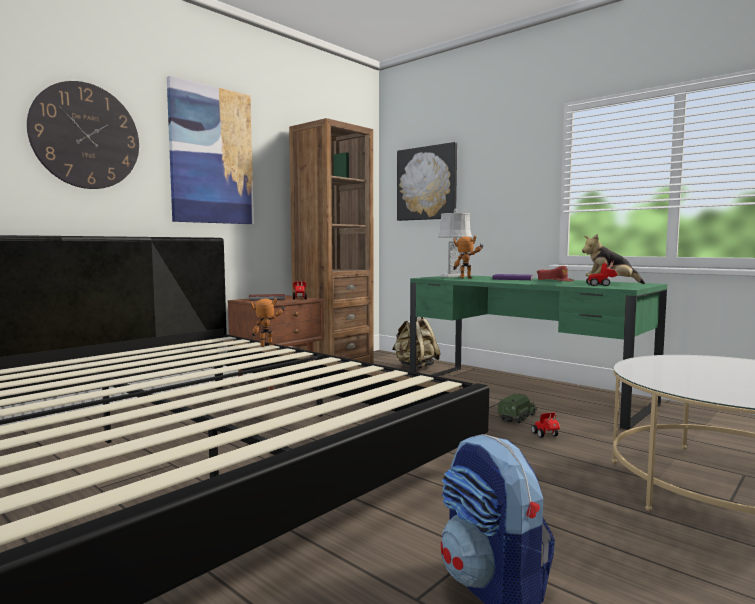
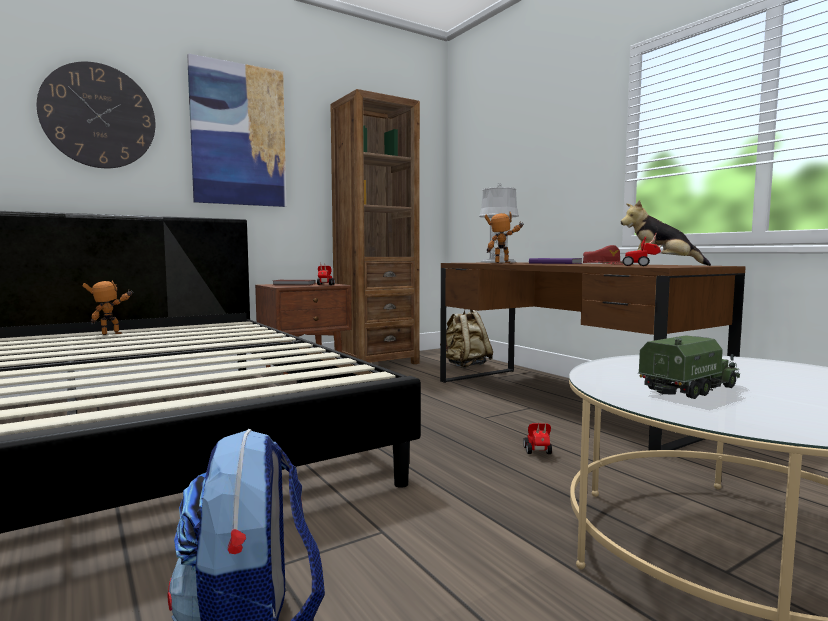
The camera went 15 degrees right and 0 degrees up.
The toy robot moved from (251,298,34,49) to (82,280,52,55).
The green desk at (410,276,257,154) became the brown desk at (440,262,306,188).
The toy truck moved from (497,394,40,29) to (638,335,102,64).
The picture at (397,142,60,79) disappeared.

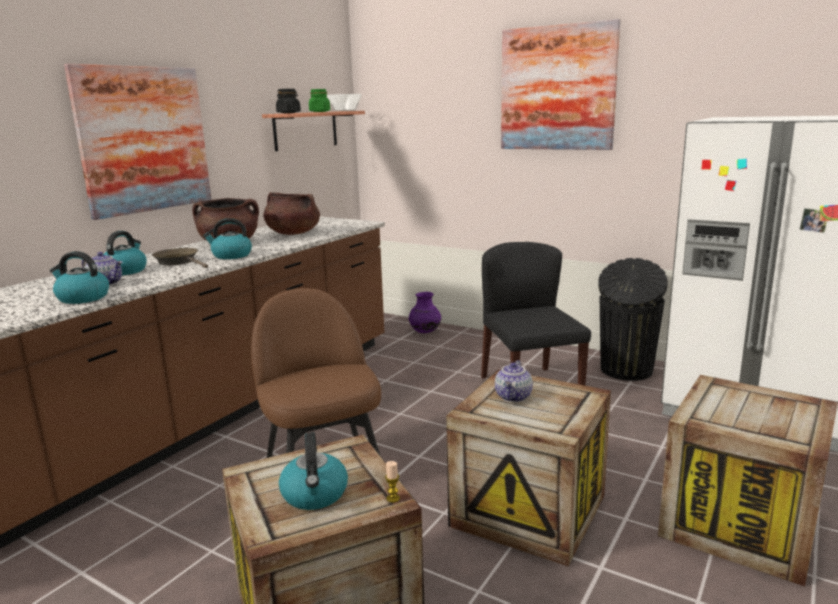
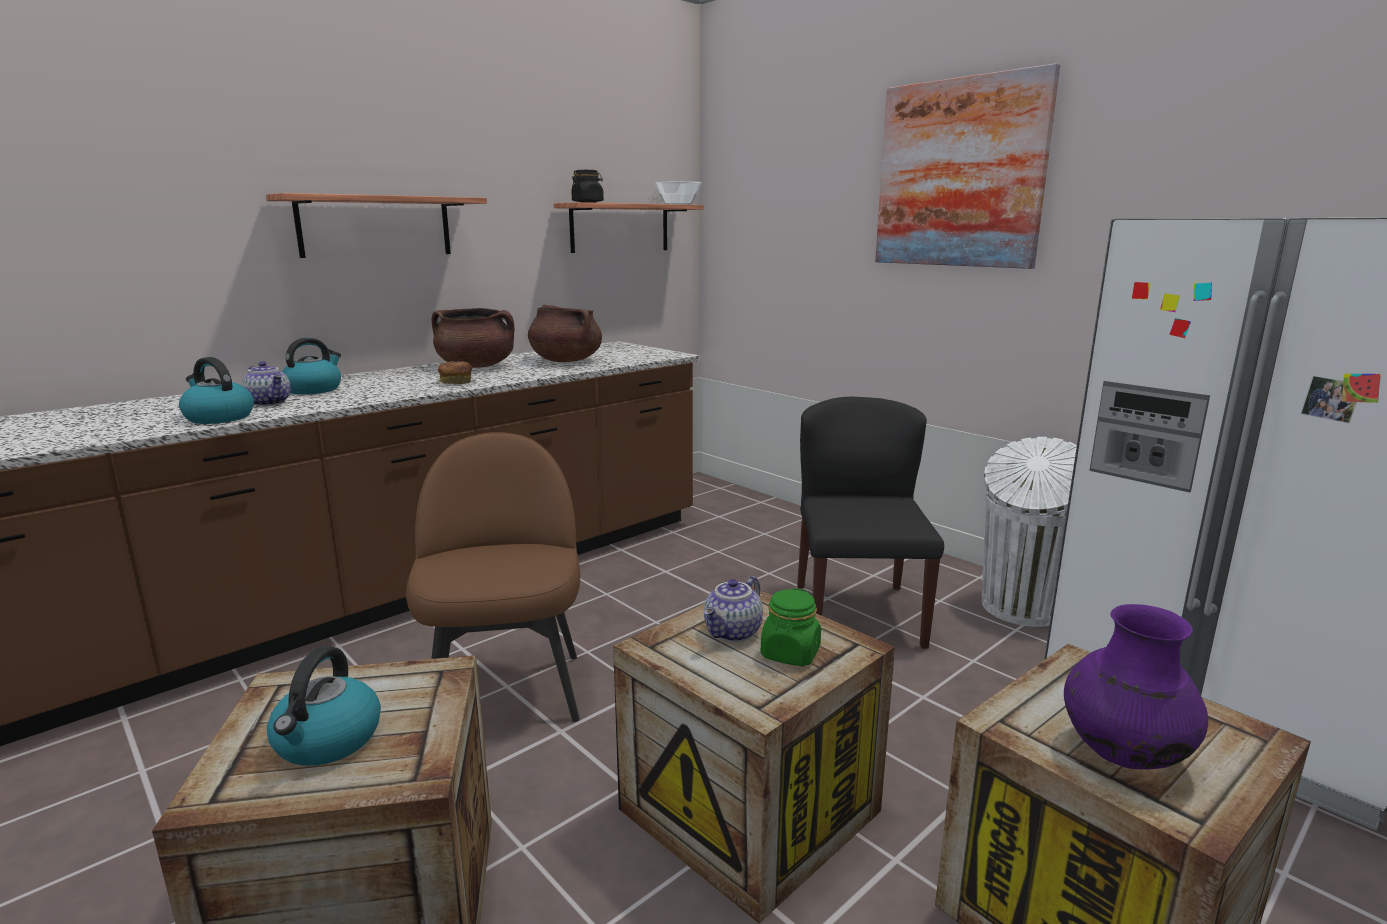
The camera went 15 degrees right and 0 degrees up.
The picture at (64,64,148,156) was replaced by the shelf at (266,193,221,65).
The kettle at (203,218,49,41) was replaced by the bread at (438,361,34,23).
The green jar moved from (309,89,21,23) to (761,588,60,78).
The black trash can at (598,258,69,123) became the white trash can at (982,437,95,190).
The purple vase moved from (409,292,32,41) to (1064,604,144,166).
The brown frying pan at (152,248,56,20) disappeared.
The candle at (385,461,15,42) disappeared.

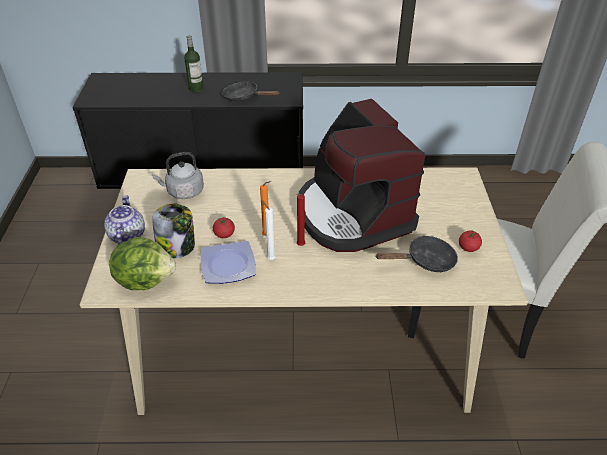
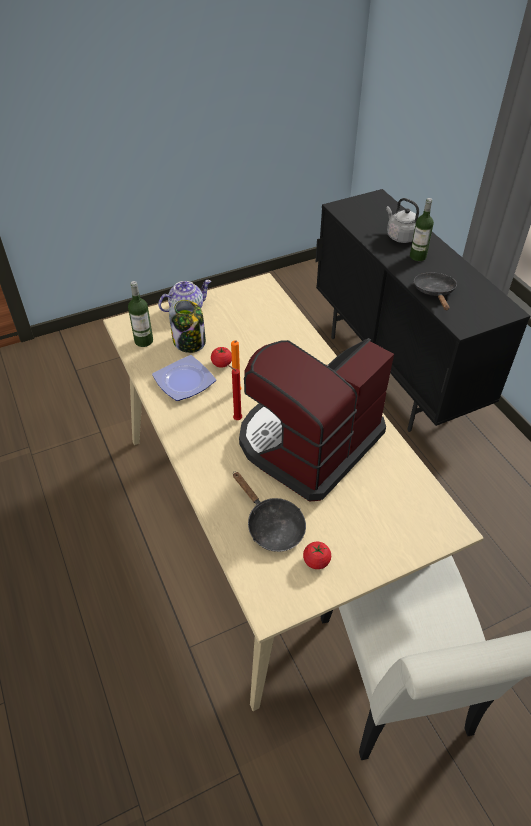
The camera went 65 degrees right and 5 degrees up.
The lettuce at (109,237,67,53) was replaced by the bottle at (128,281,25,66).
The grey kettle moved from (152,152,52,47) to (386,198,33,45).
The white candle at (263,201,13,59) disappeared.

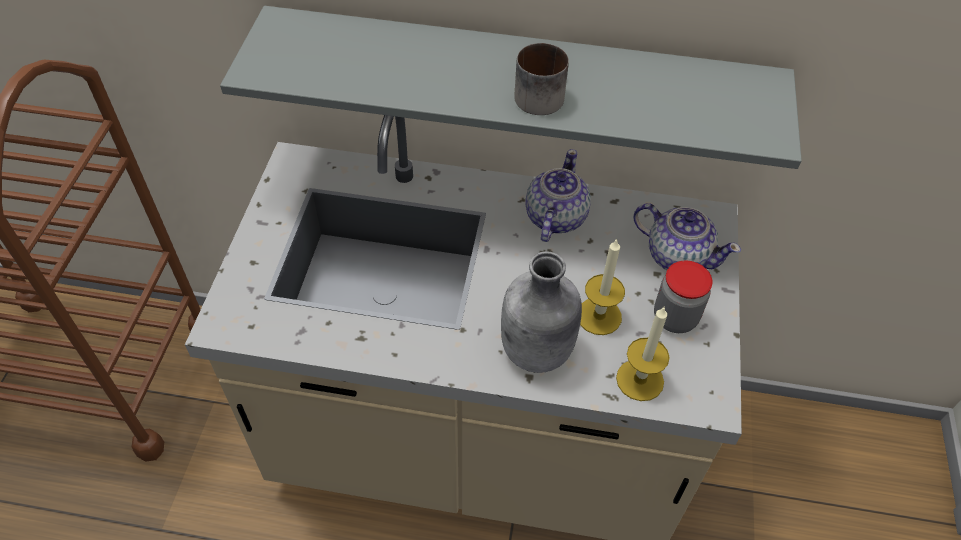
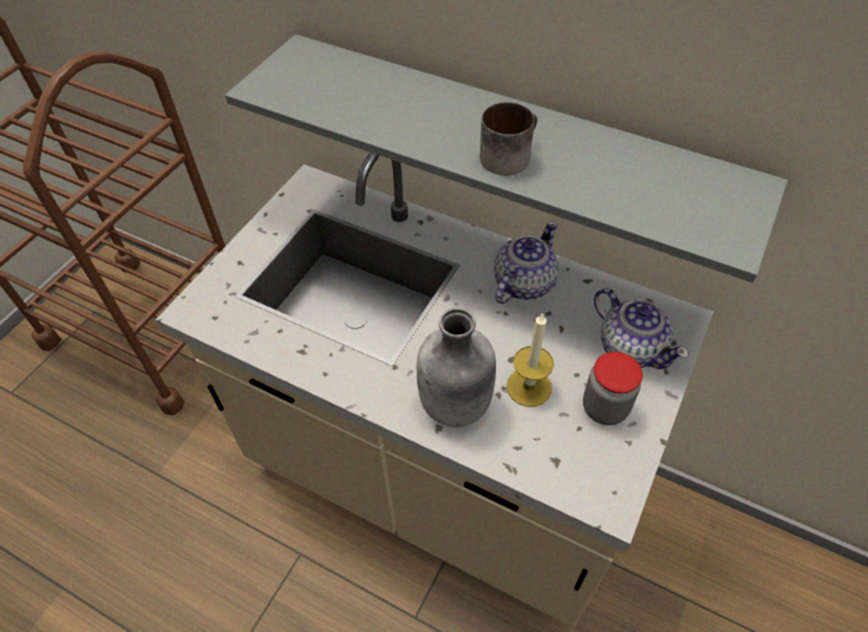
The camera went 20 degrees right and 0 degrees up.
The candle at (616,307,54,94) disappeared.

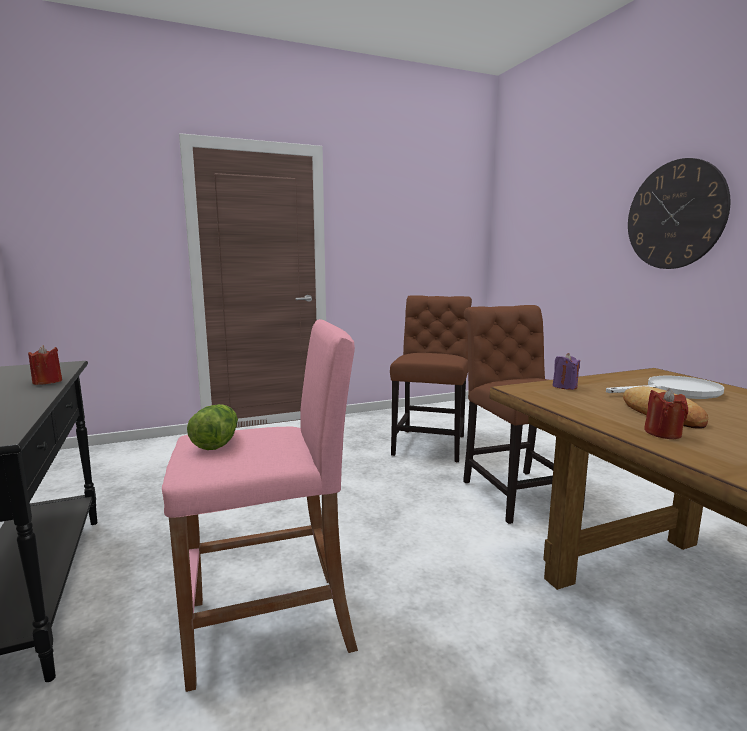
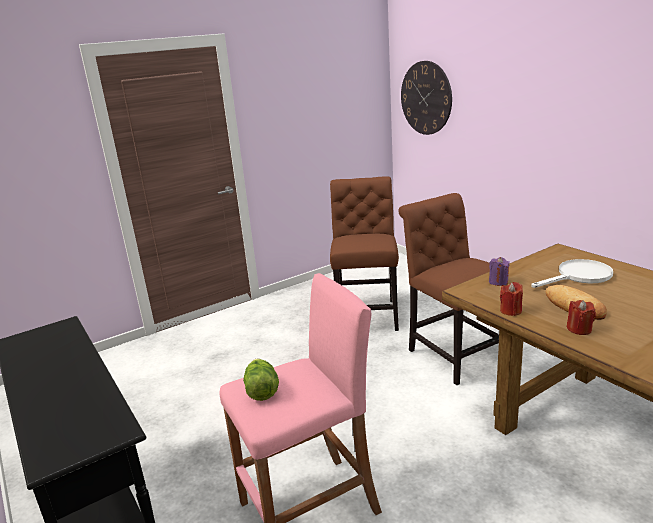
The camera went 10 degrees left and 10 degrees up.
The wall clock moved from (628,158,103,111) to (401,61,51,74).
The red candle moved from (28,345,34,40) to (500,282,23,34).

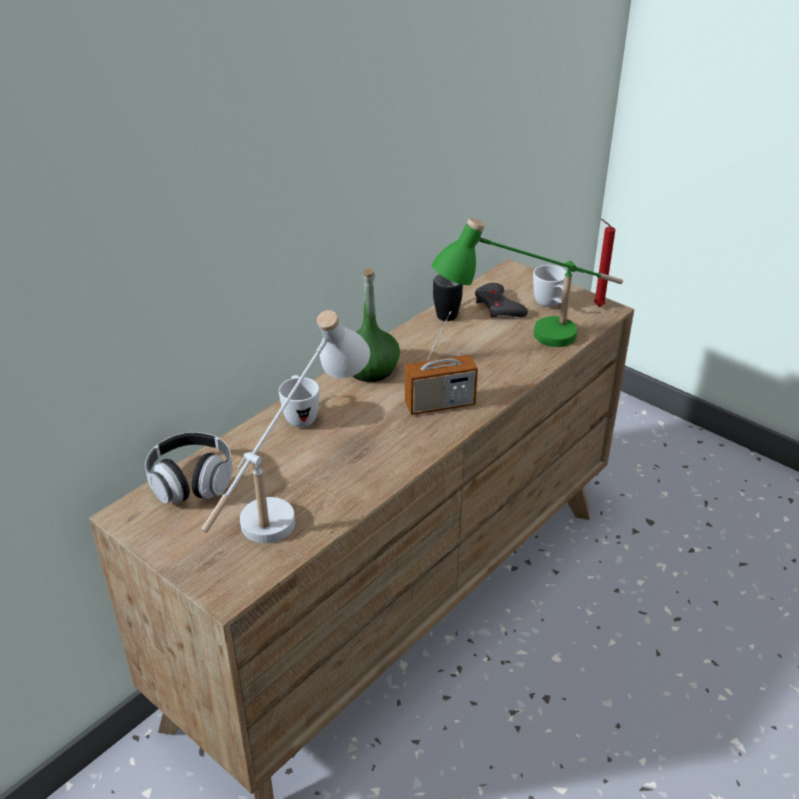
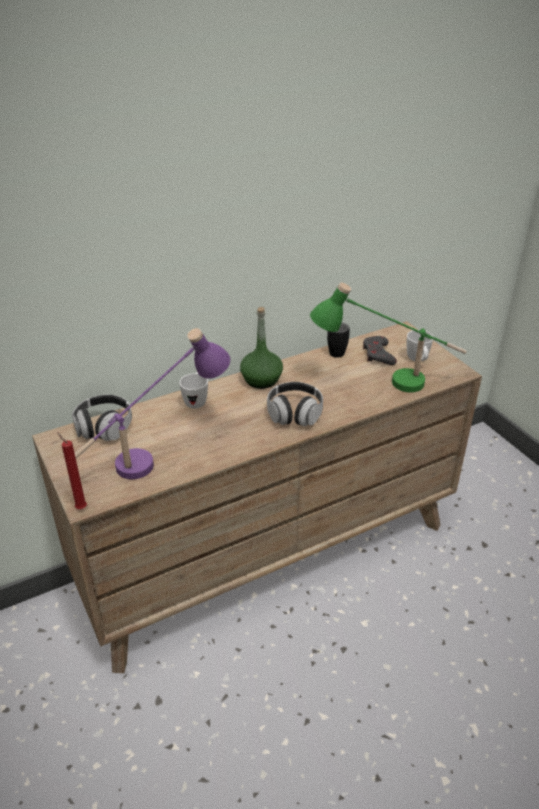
The camera went 20 degrees right and 0 degrees up.
The red candle moved from (594,219,21,88) to (57,432,30,77).
The white table lamp at (201,310,169,233) became the purple table lamp at (75,328,155,151).
The radio at (405,311,73,104) was replaced by the headphones at (267,382,56,44).

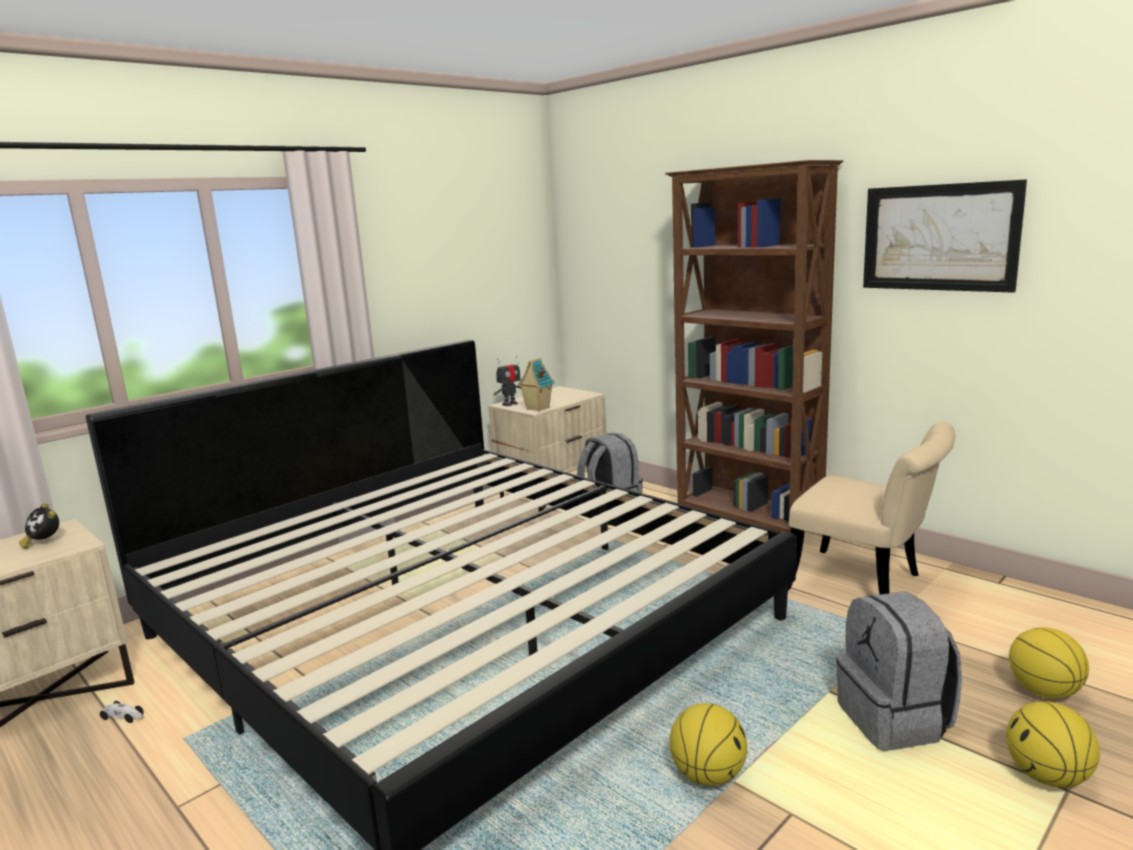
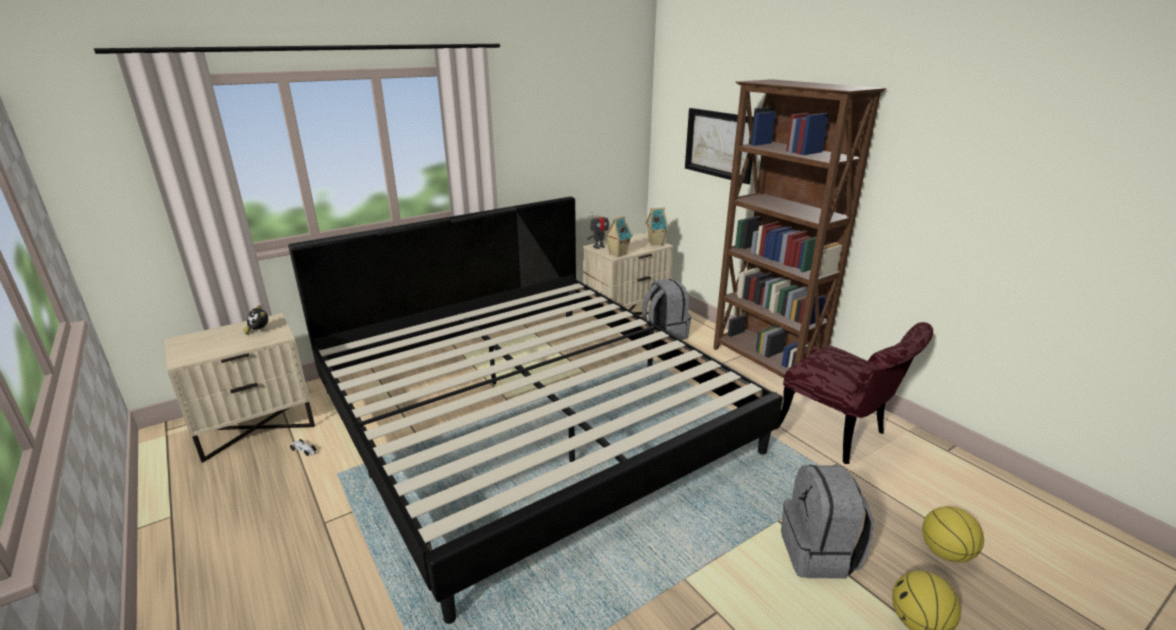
The camera went 10 degrees right and 10 degrees up.
The toy house at (646,208,22,38) appeared.
The picture moved from (863,179,164,114) to (685,108,69,76).
The beige chair at (788,422,167,173) became the red chair at (776,322,157,142).
The basketball at (669,703,78,83) disappeared.

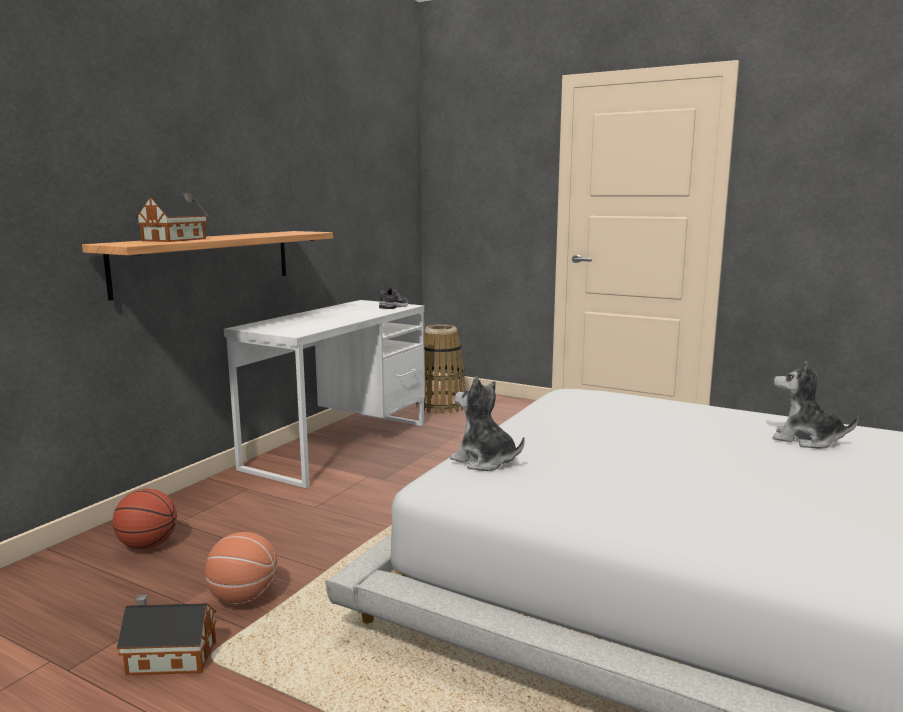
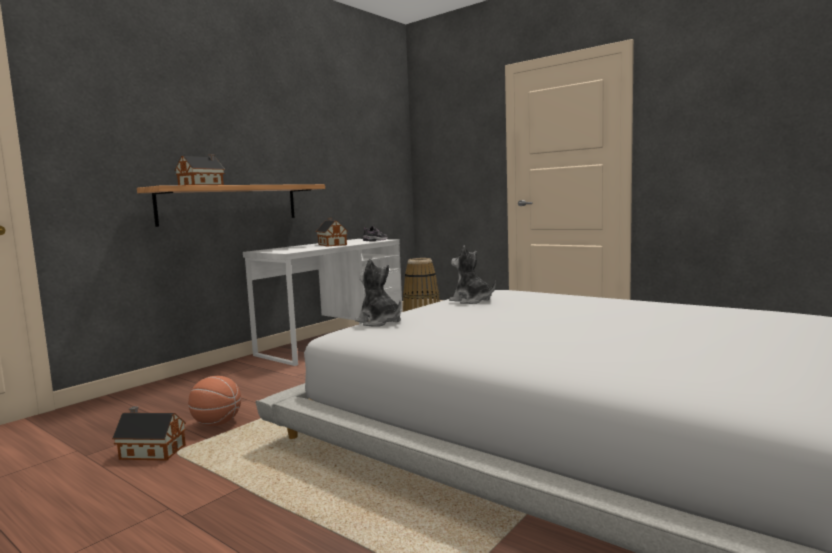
The camera went 10 degrees right and 5 degrees down.
The toy house at (316,218,32,29) appeared.
The plush toy moved from (772,361,87,88) to (449,246,47,58).
The basketball at (112,489,65,60) disappeared.

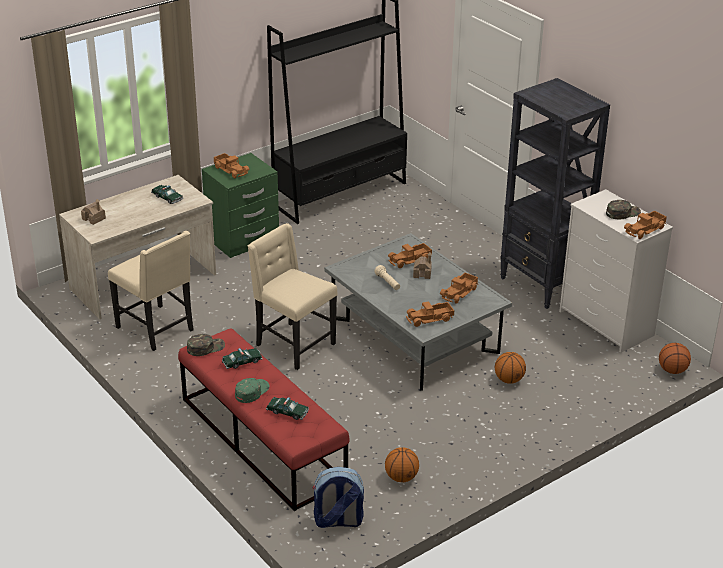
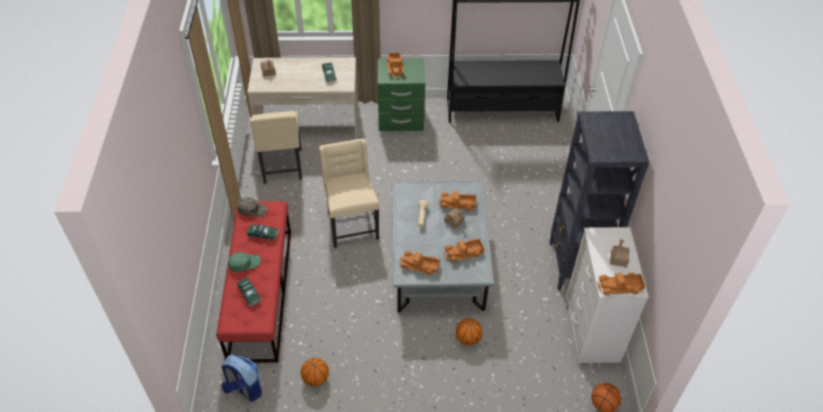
The camera went 35 degrees right and 15 degrees up.
The green cap at (606,200,35,20) was replaced by the toy house at (610,239,20,29).

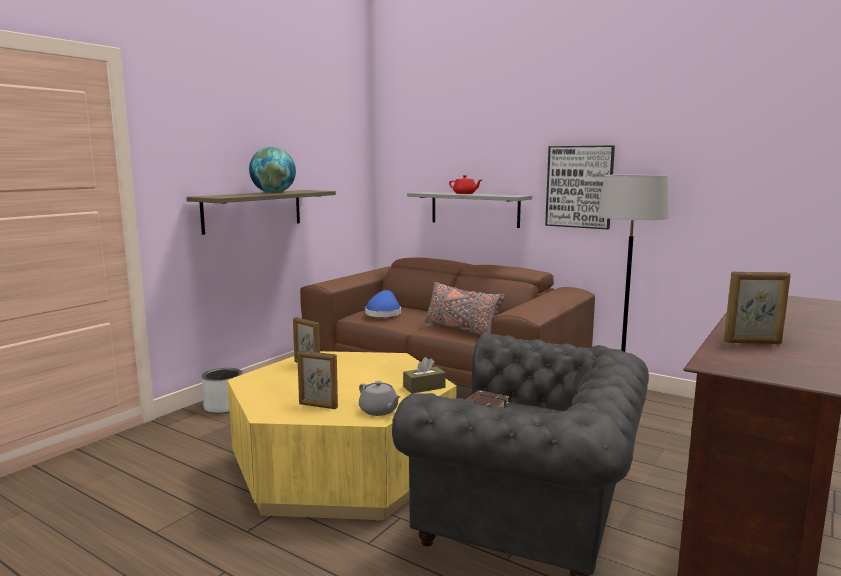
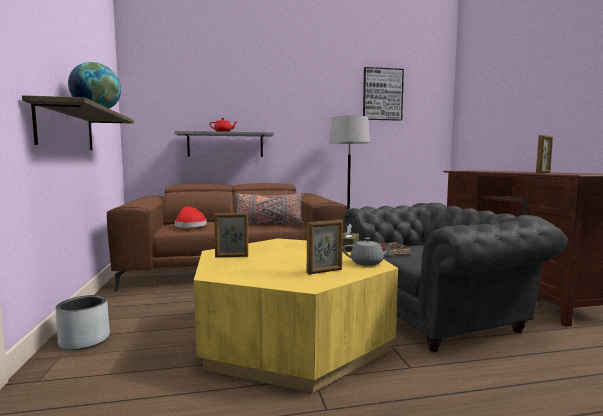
The camera went 45 degrees left and 5 degrees down.
The blue hat at (365,290,36,27) became the red hat at (175,207,32,20).
The picture moved from (545,146,70,83) to (363,67,41,54).

